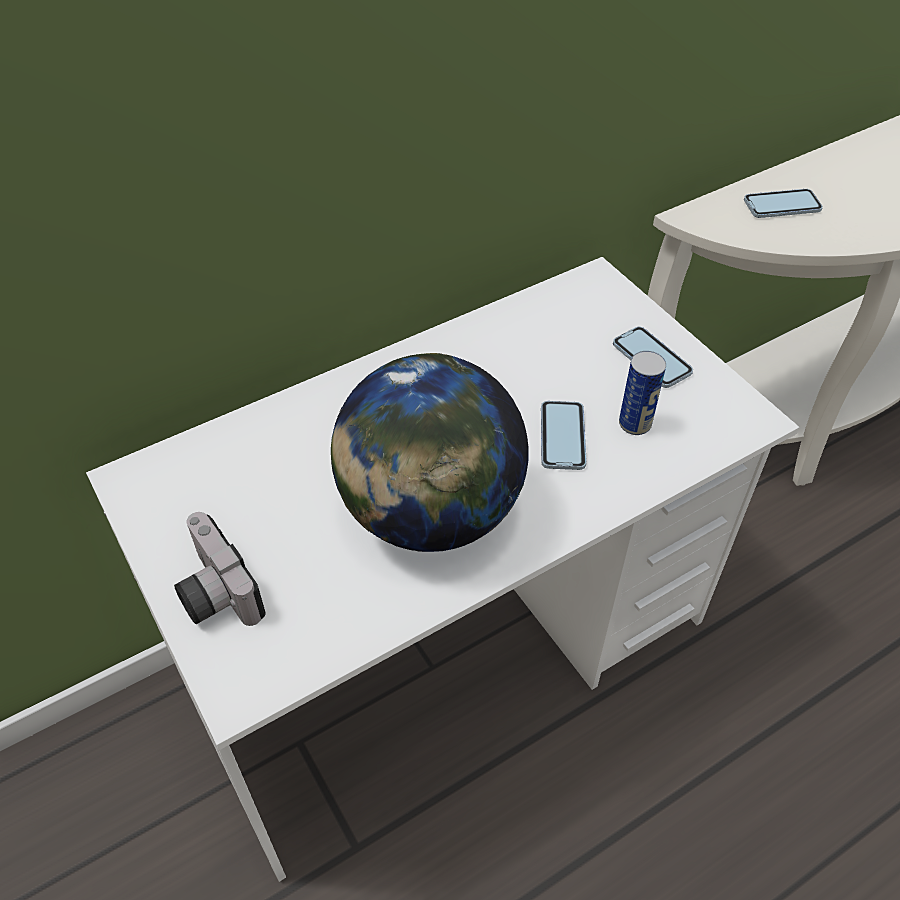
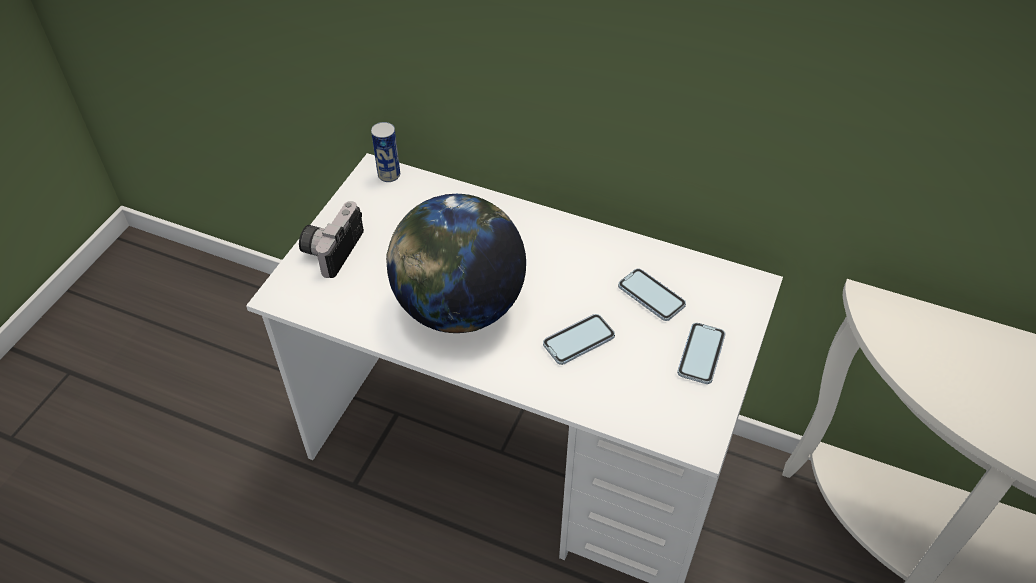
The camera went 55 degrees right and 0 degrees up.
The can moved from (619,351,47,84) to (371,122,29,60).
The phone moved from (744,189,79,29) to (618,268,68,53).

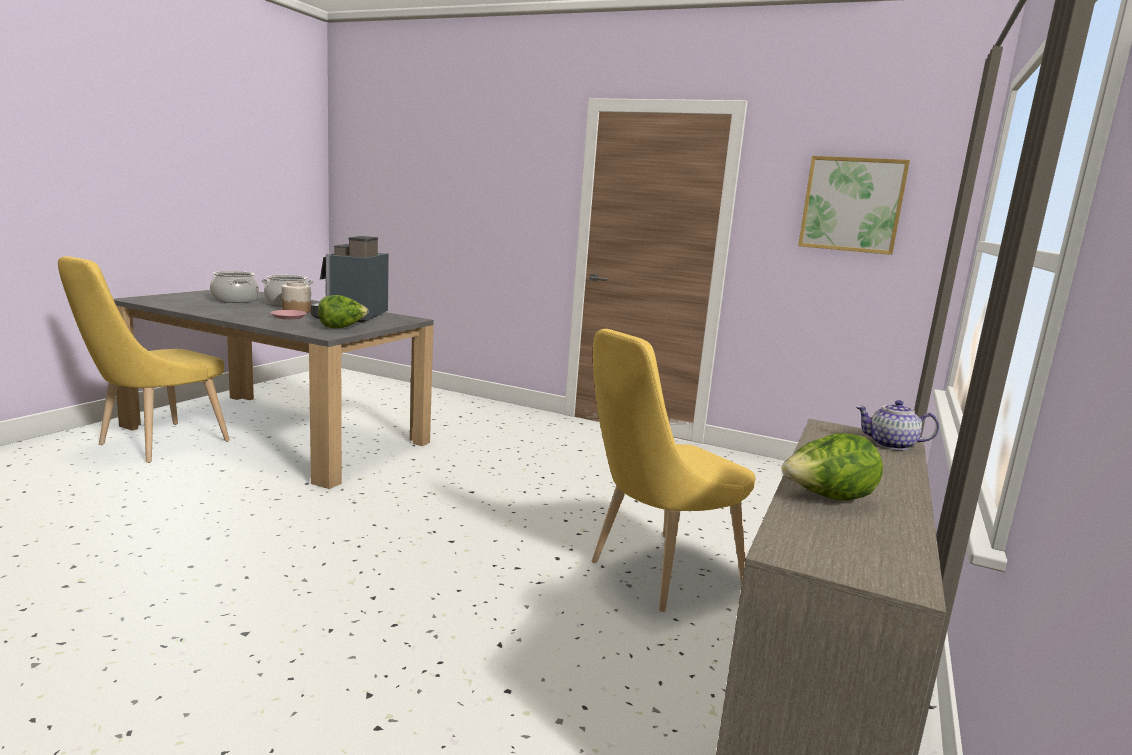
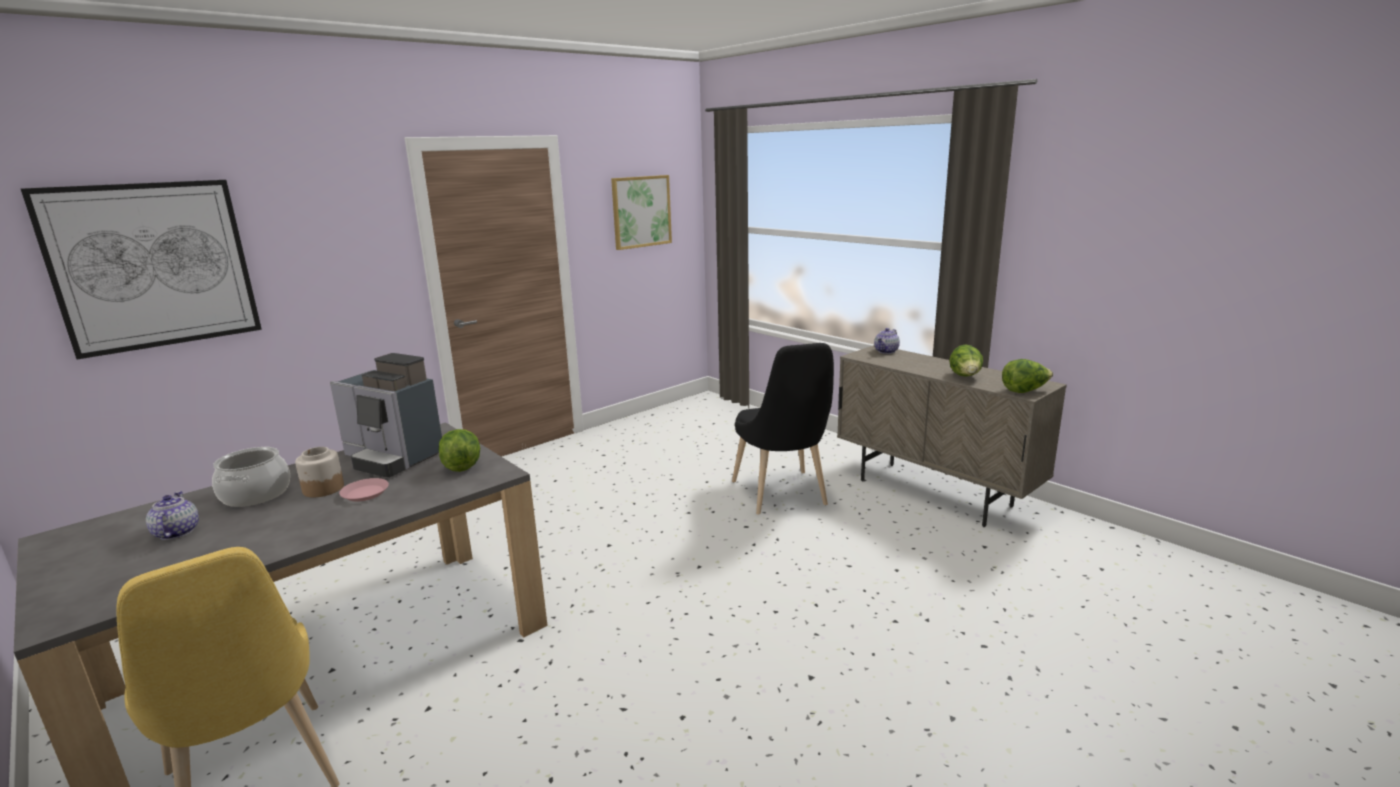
The camera went 65 degrees left and 5 degrees up.
The picture at (21,180,241,179) appeared.
The cooking pot at (210,271,49,32) was replaced by the teapot at (146,491,53,49).
The yellow chair at (591,329,164,283) became the black chair at (732,343,102,172).
The lettuce at (1002,359,51,34) appeared.

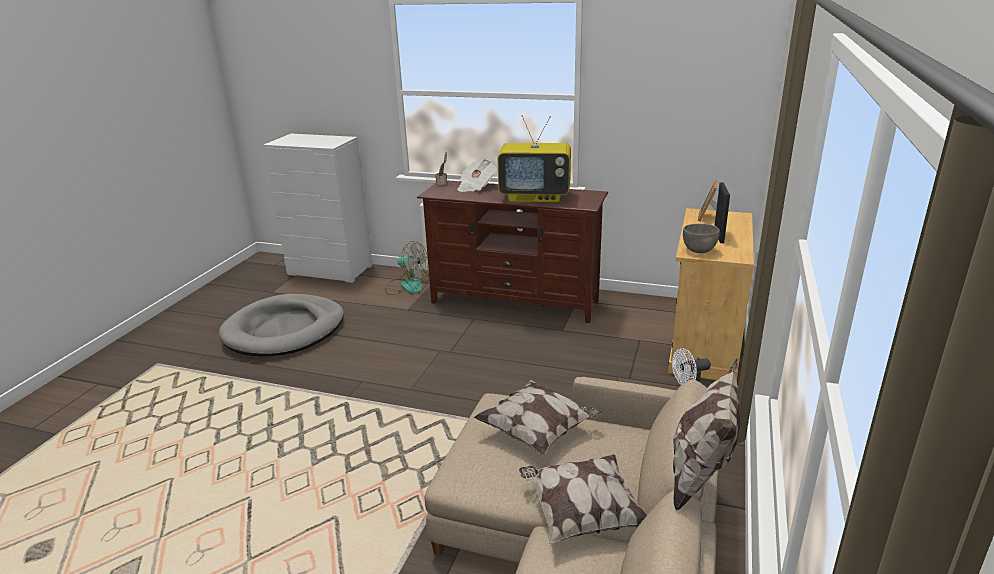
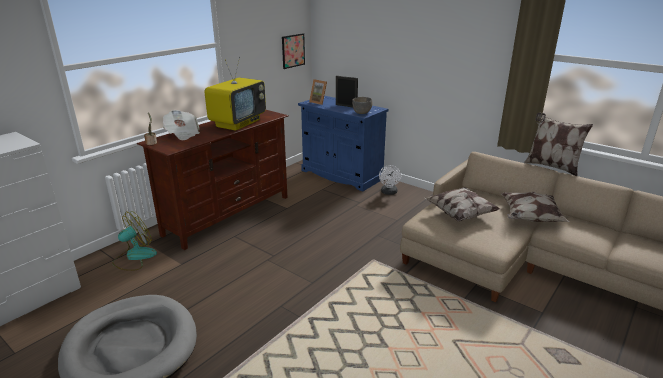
The camera went 70 degrees left and 0 degrees up.
The picture at (282,33,23,36) appeared.
The beige cabinet at (668,208,86,172) became the blue cabinet at (298,96,90,95).

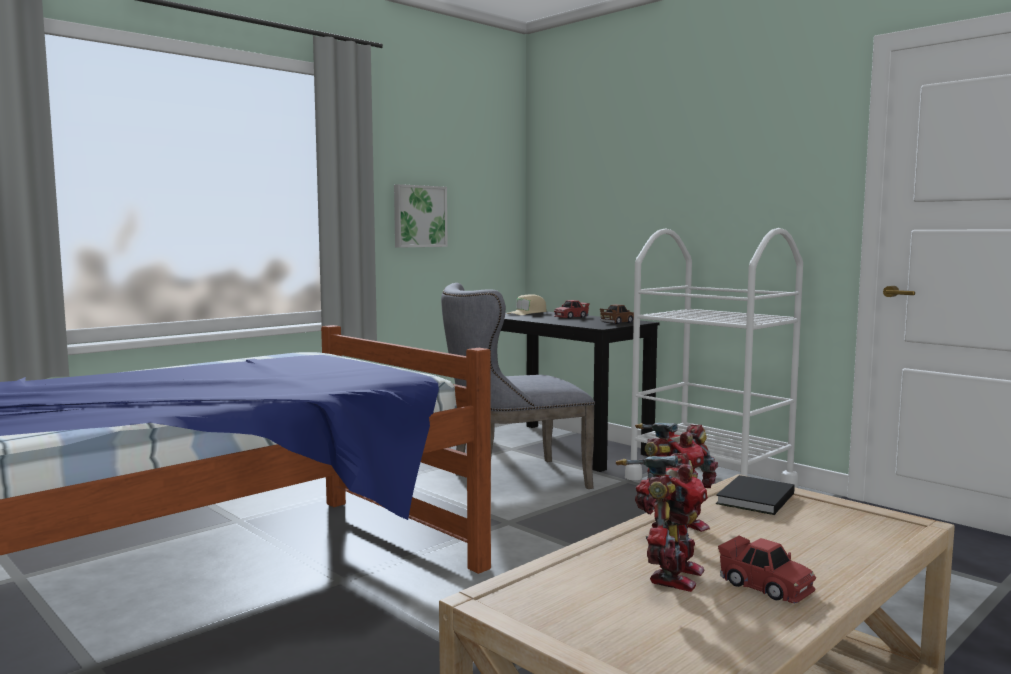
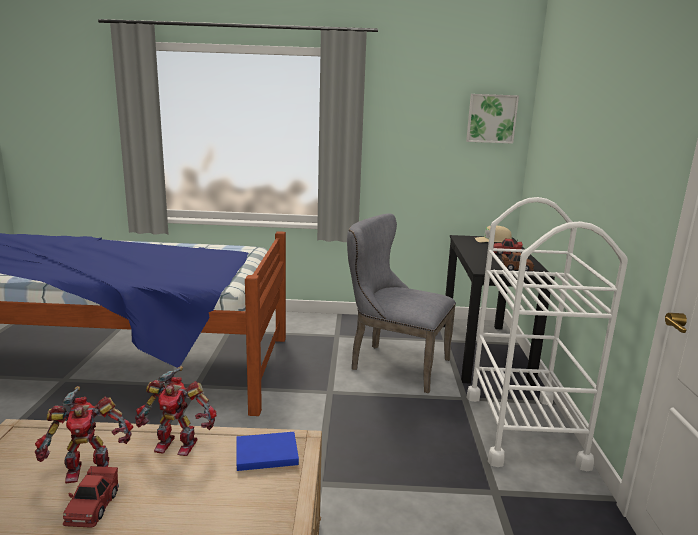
The camera went 45 degrees right and 10 degrees up.
The black book at (716,475,79,40) became the blue book at (237,432,62,39).
The picture moved from (394,184,54,64) to (466,94,53,50).

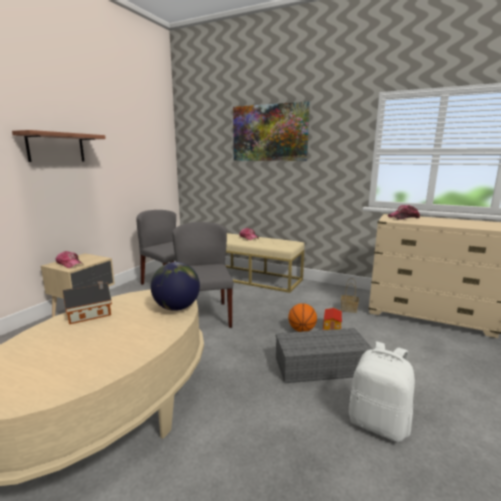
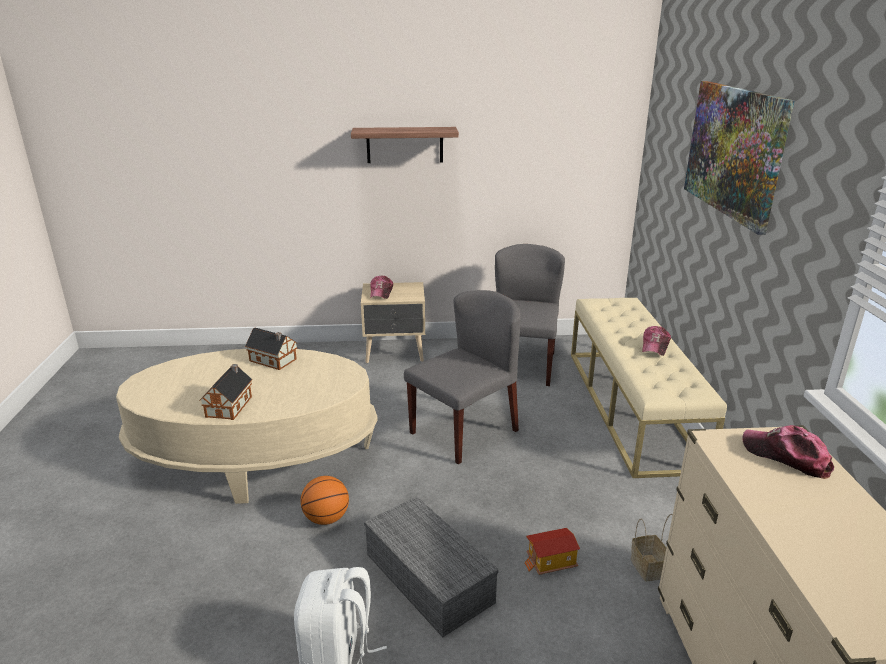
The camera went 60 degrees right and 10 degrees up.
The toy house at (199,364,54,56) appeared.
The basketball moved from (288,303,29,29) to (301,476,48,49).
The globe at (151,262,49,49) disappeared.

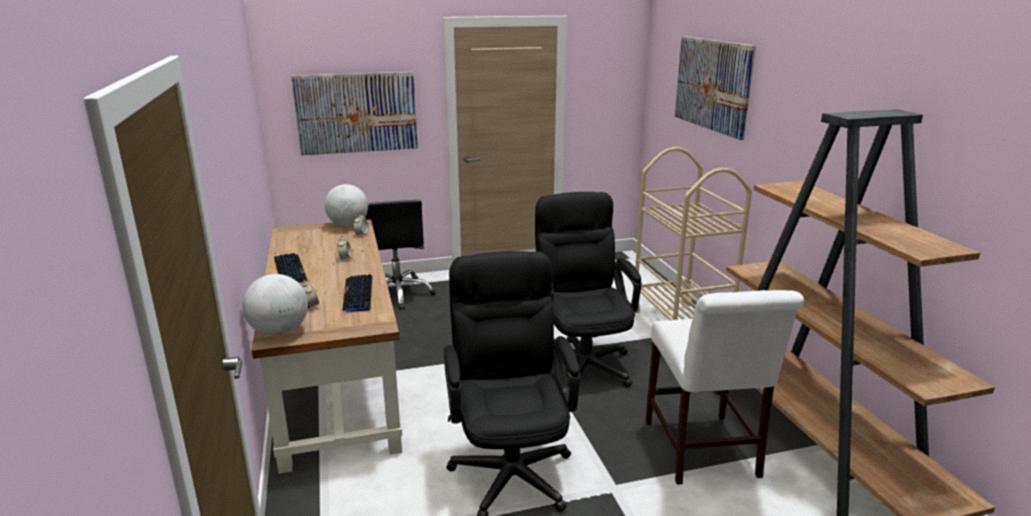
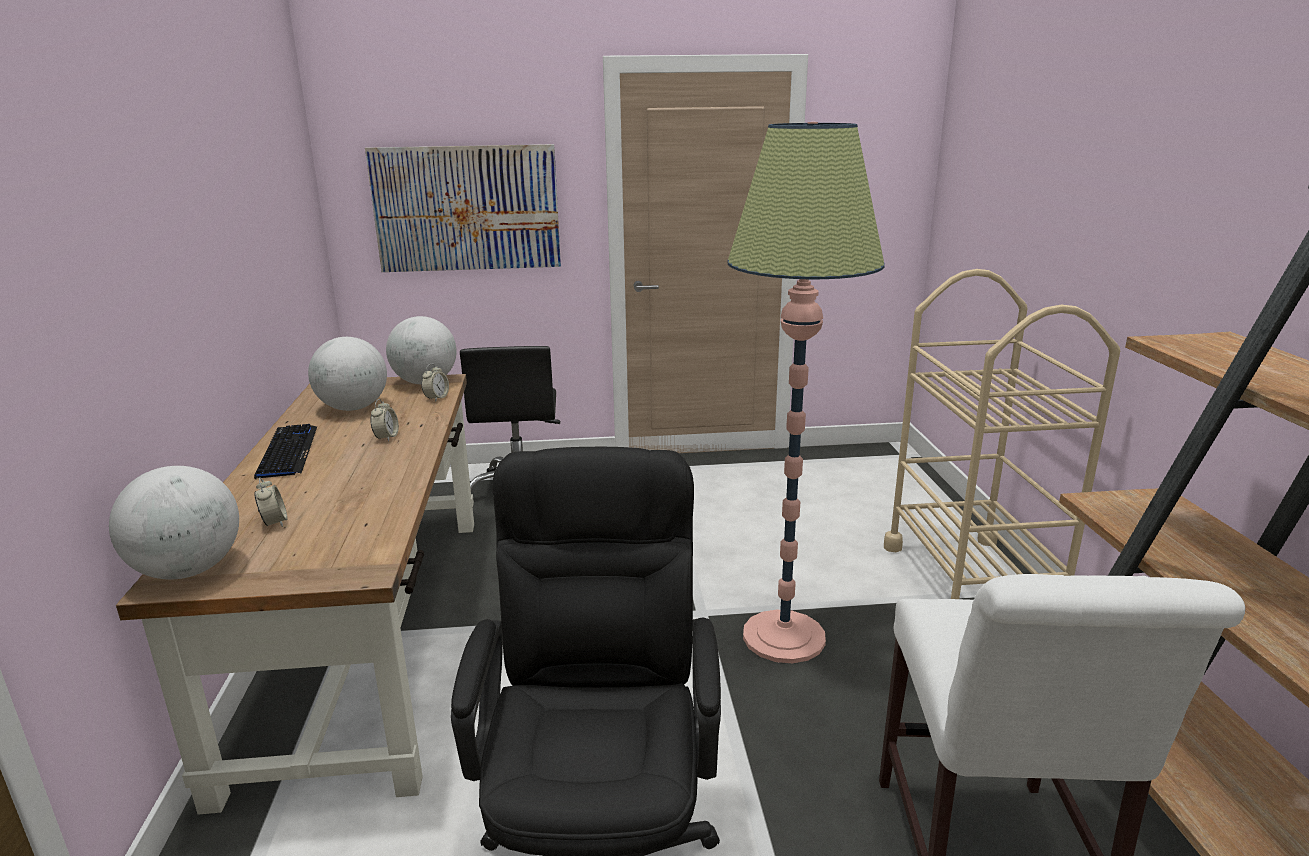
The camera went 10 degrees right and 0 degrees up.
The globe at (308,337,79,74) appeared.
The black office chair at (535,192,107,198) was replaced by the floor lamp at (727,122,158,541).
The keyboard at (342,274,30,38) disappeared.
The picture at (675,36,81,104) disappeared.

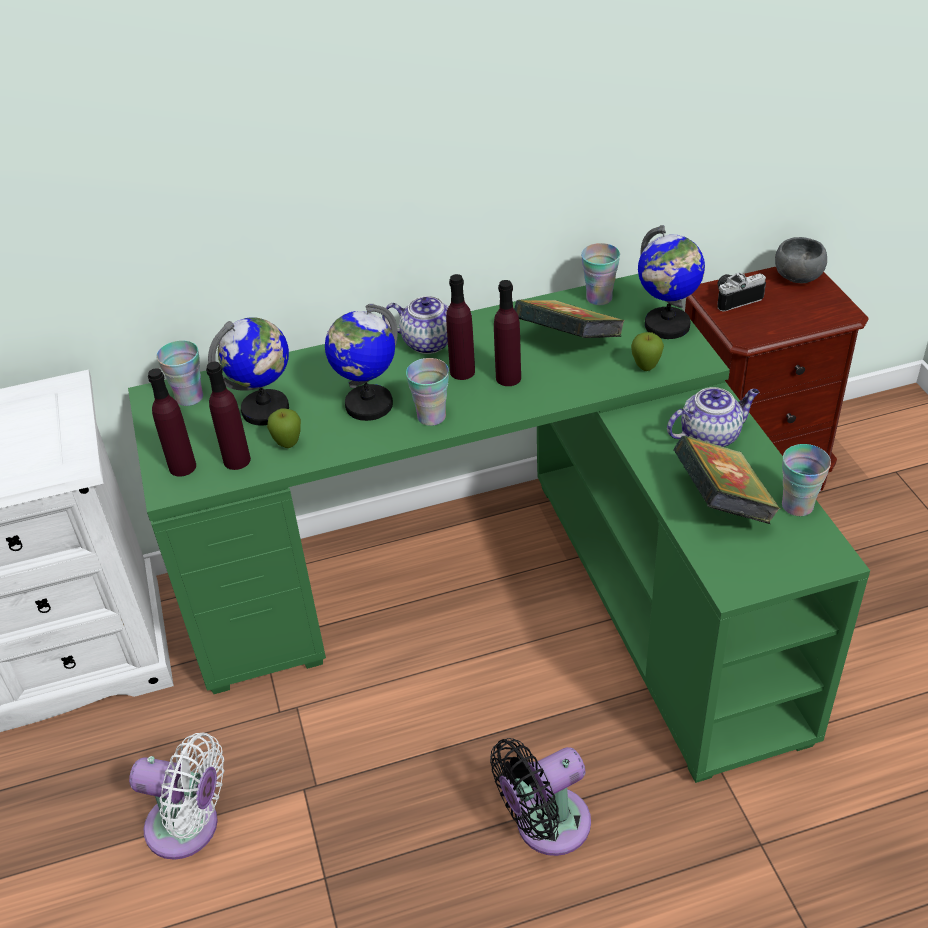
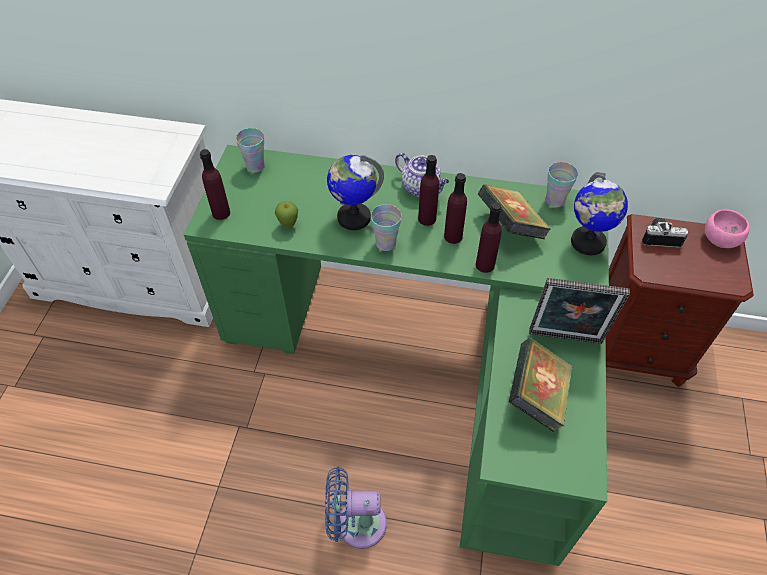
The camera went 25 degrees right and 10 degrees up.
The black fan at (490,738,101,118) became the blue fan at (325,467,62,82).
The purple bottle moved from (206,362,45,108) to (476,202,26,71).
The teapot at (667,387,92,60) was replaced by the picture frame at (529,278,101,66).
The grey bowl at (775,237,52,46) became the pink bowl at (704,209,46,39).
The white fan at (129,732,95,128) disappeared.
The globe at (208,318,81,108) disappeared.
The apple at (631,332,33,39) disappeared.
The cup at (782,444,49,72) disappeared.

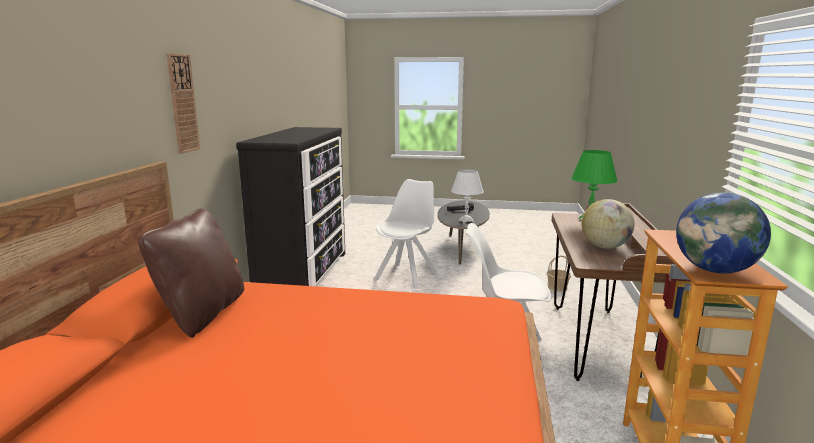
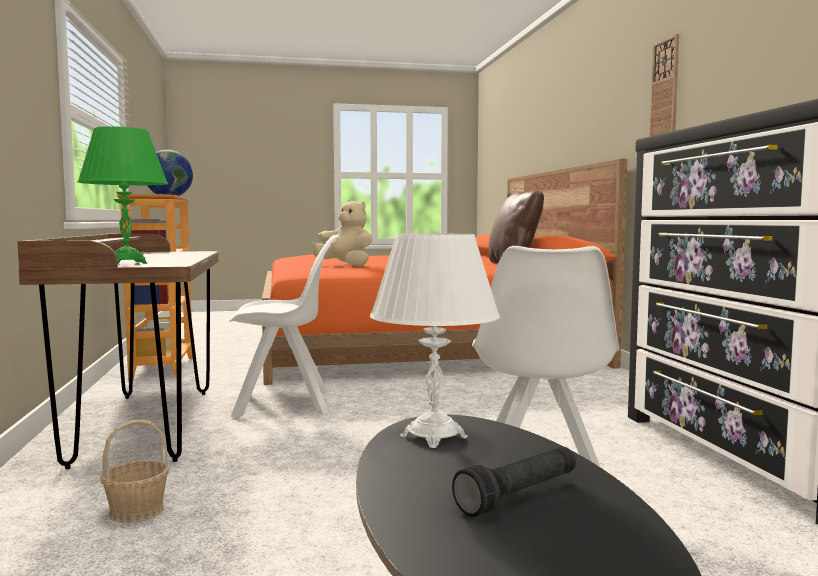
The camera went 160 degrees right and 10 degrees down.
The beige plush toy at (312,200,60,67) appeared.
The globe at (582,199,53,50) disappeared.

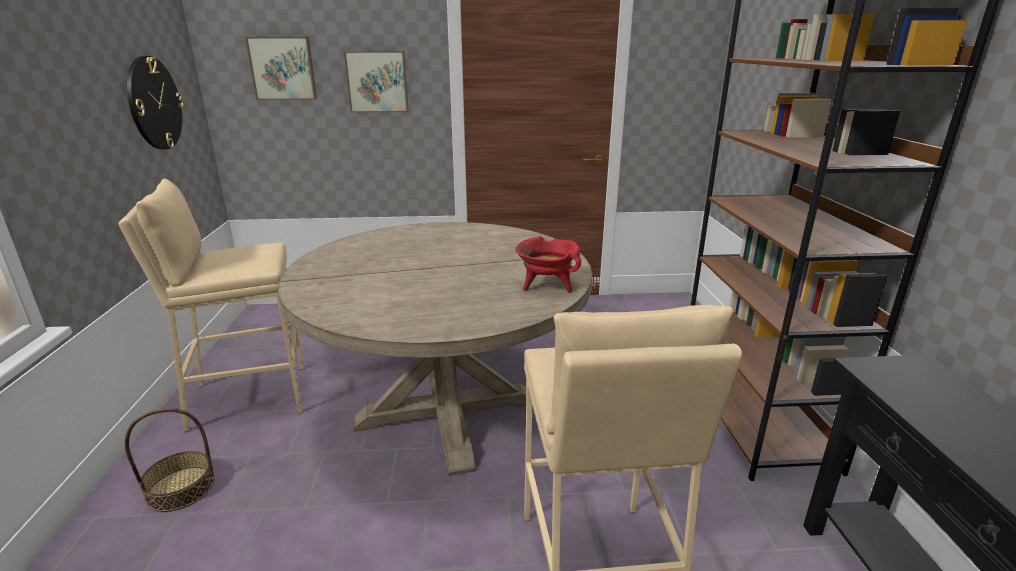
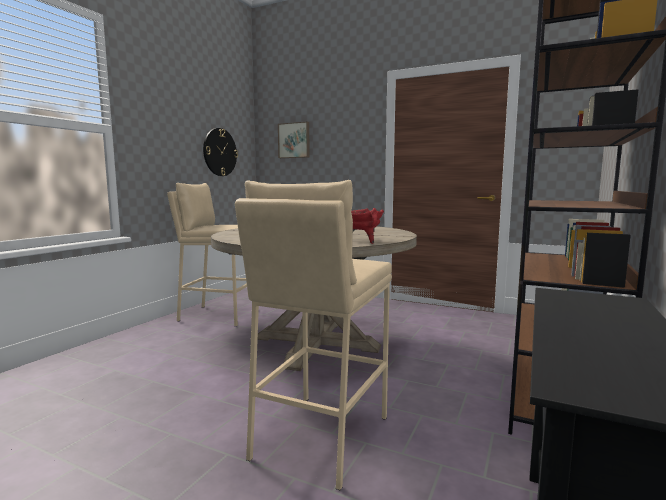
The camera went 30 degrees right and 15 degrees down.
The basket at (125,408,90,104) disappeared.
The picture at (344,51,65,62) disappeared.

